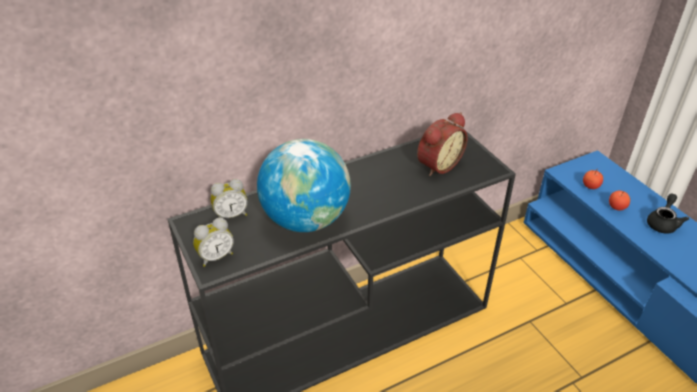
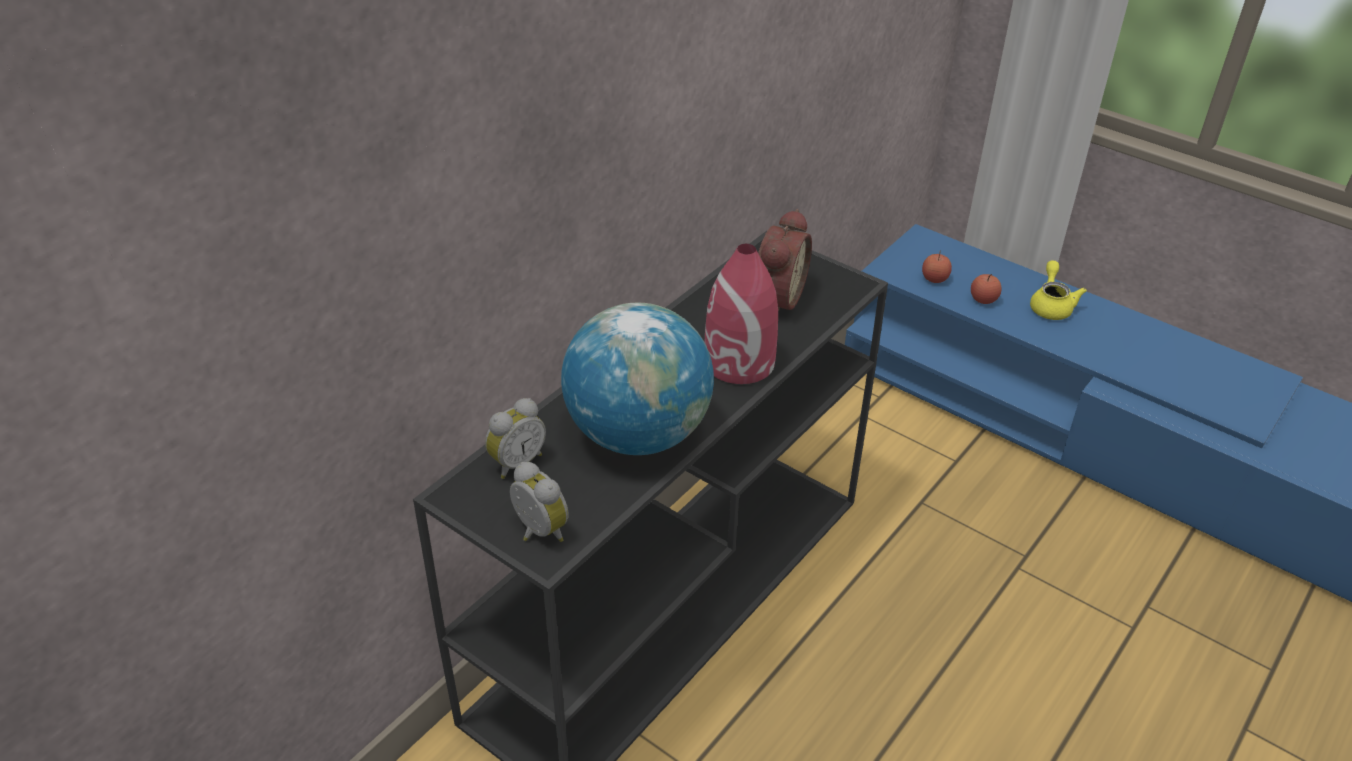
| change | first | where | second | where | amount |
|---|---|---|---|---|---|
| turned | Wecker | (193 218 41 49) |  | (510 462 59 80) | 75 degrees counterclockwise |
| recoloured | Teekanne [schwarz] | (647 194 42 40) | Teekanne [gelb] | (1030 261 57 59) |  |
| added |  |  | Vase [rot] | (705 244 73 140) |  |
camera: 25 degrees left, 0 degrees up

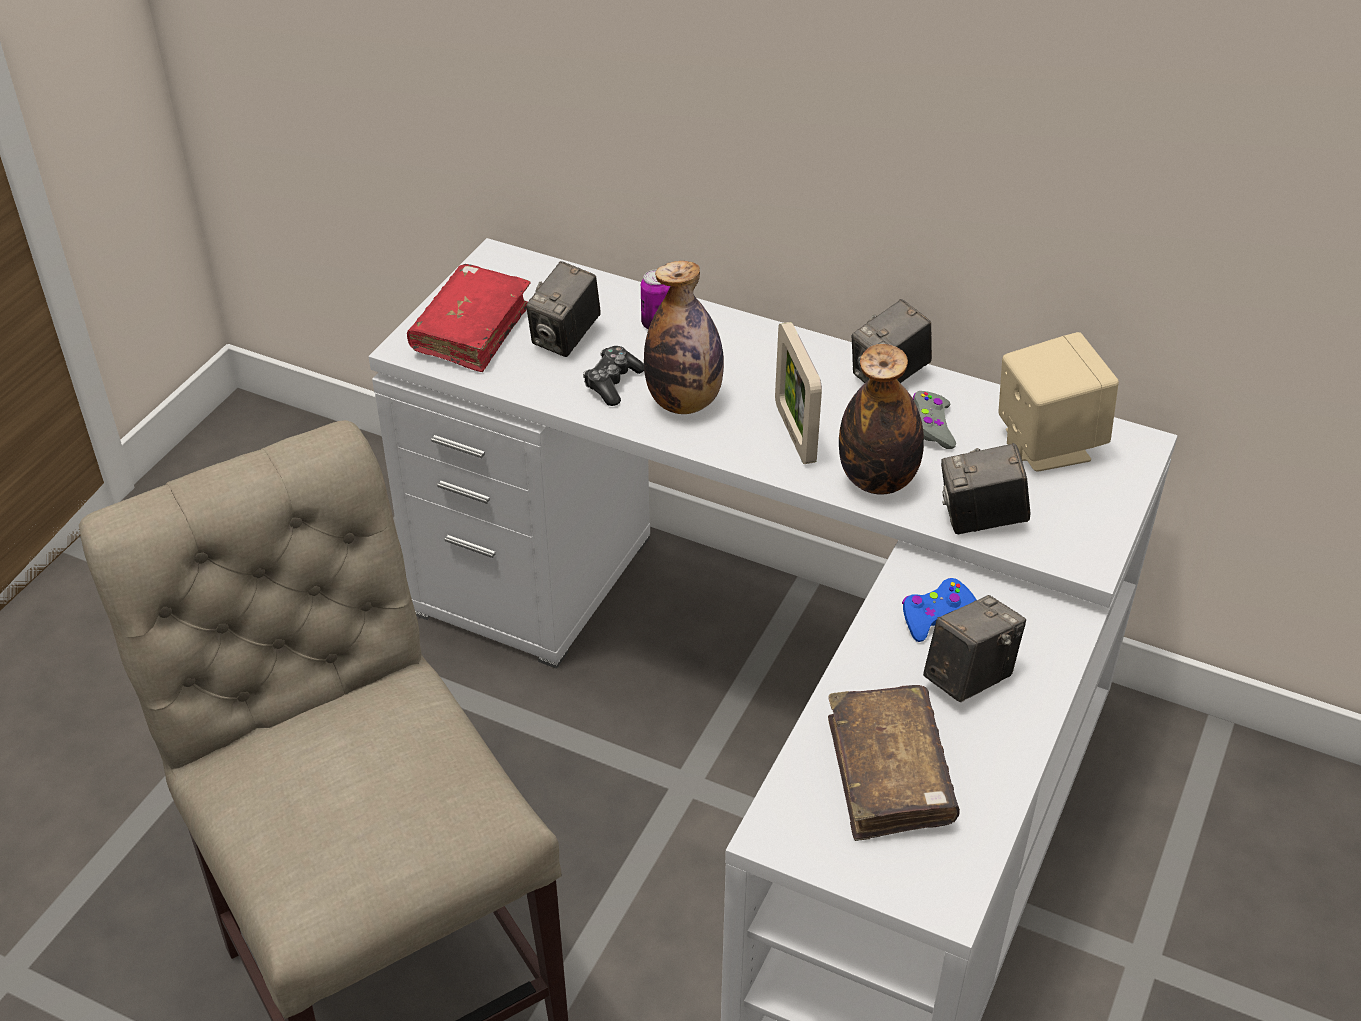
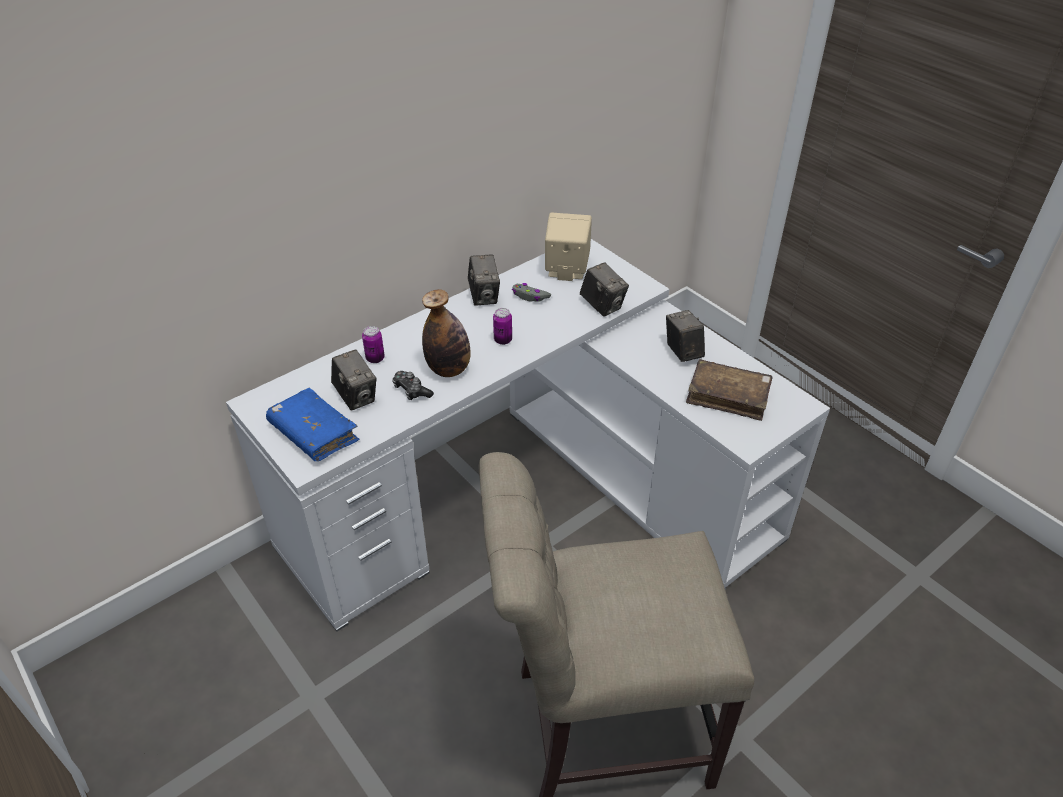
| change | first | where | second | where | amount |
|---|---|---|---|---|---|
| recoloured | Buch [rot] | (407 264 124 108) | Buch [blau] | (266 388 93 73) |  |
| replaced | Bilderrahmen | (775 322 47 142) | Dose | (493 308 19 37) |  |
| removed | Flasche | (839 344 85 151) |  |  |  |
| removed | Gamepad [blau] | (902 578 75 64) |  |  |  |
| turned | Kamera | (941 443 89 91) |  | (580 262 49 55) | 60 degrees counterclockwise |
camera: 65 degrees left, 0 degrees up

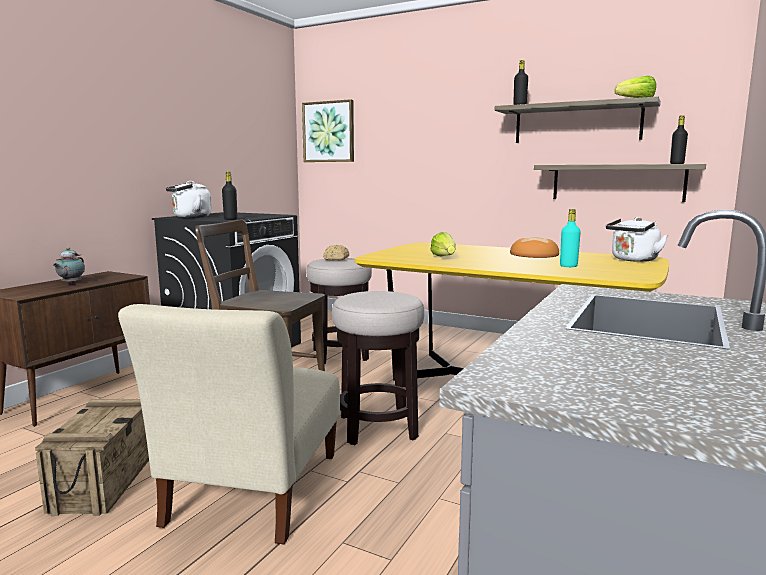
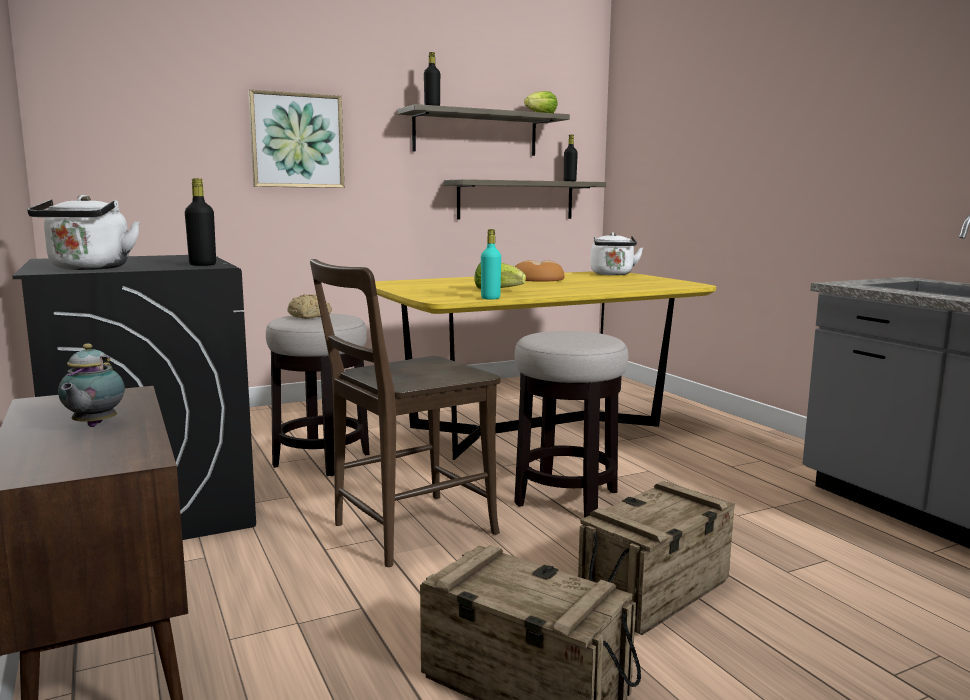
| change | first | where | second | where | amount |
|---|---|---|---|---|---|
| turned | Teekanne | (53 247 32 37) |  | (58 344 67 83) | 45 degrees clockwise |
| replaced | Stuhl [beige] | (118 304 222 241) | Kiste | (578 481 157 154) |  |
| moved | Bild | (302 99 52 63) |  | (248 90 96 98) |  |
| moved | Flasche [türkis] | (560 209 21 58) |  | (481 229 20 71) |  |
camera: 55 degrees left, 0 degrees up

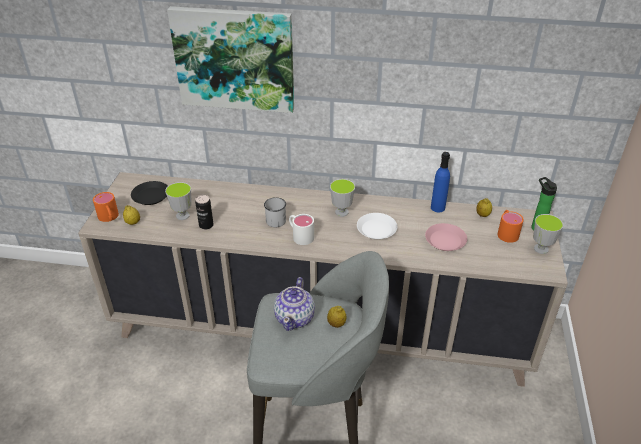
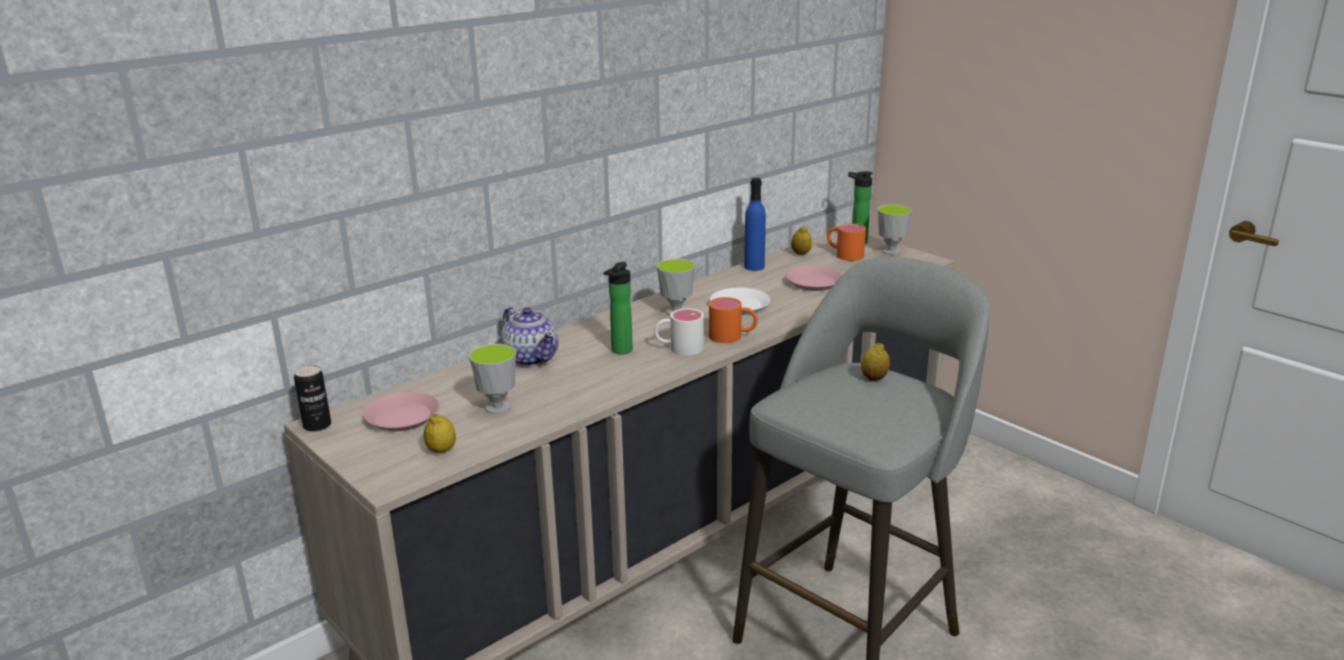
| change | first | where | second | where | amount |
|---|---|---|---|---|---|
| moved | Henkelbecher [orange] | (93 192 26 30) |  | (709 297 49 46) |  |
| recoloured | Teller [schwarz] | (131 181 37 24) | Teller [rosa] | (363 391 76 40) |  |
| removed | Bild | (167 6 127 107) |  |  |  |
| moved | Dose | (195 195 19 34) |  | (294 364 37 68) |  |
| replaced | Henkelbecher [weiß] | (264 197 22 30) | Flasche | (603 262 30 92) |  |
| moved | Teekanne | (274 277 41 54) |  | (501 307 58 60) |  |
camera: 50 degrees left, 15 degrees down

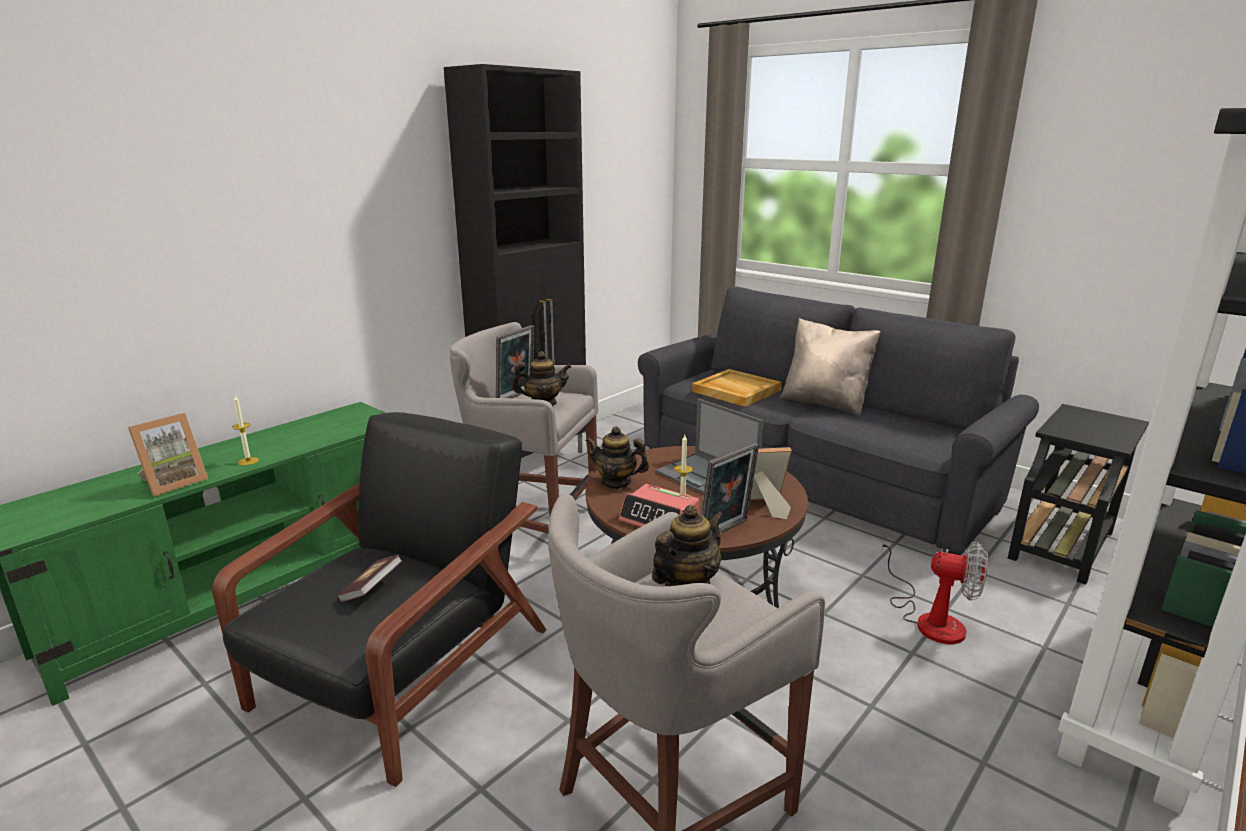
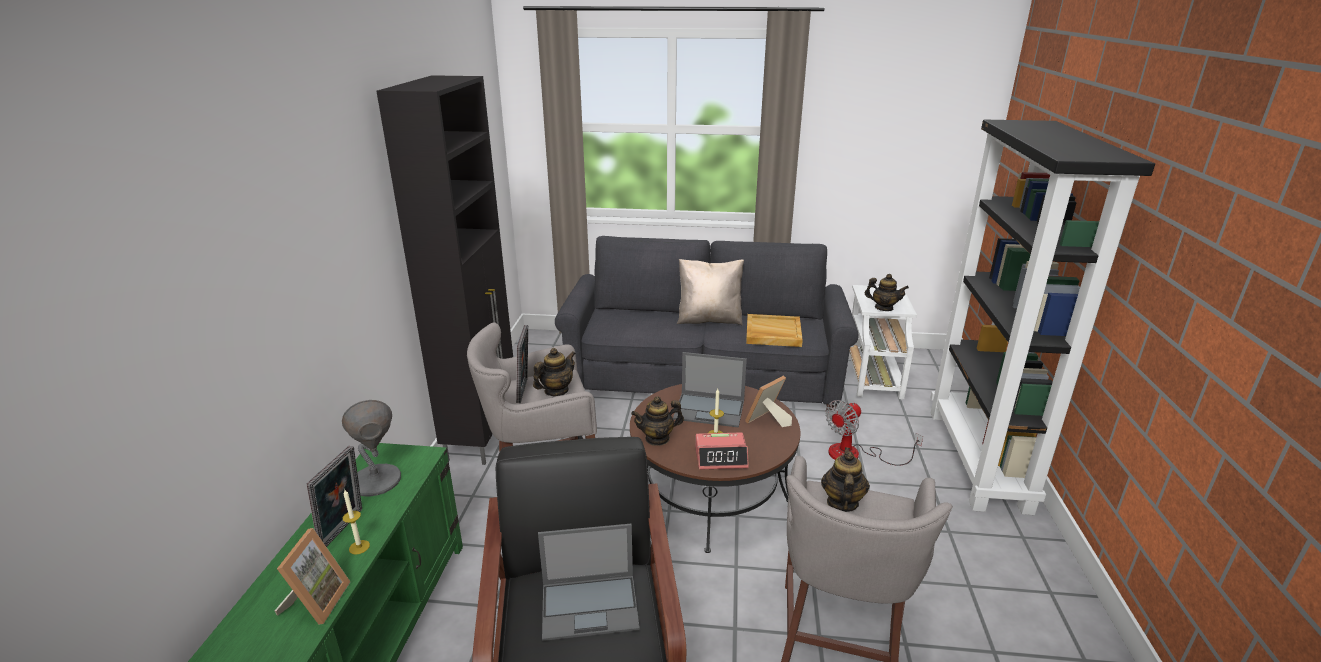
| change | first | where | second | where | amount |
|---|---|---|---|---|---|
| replaced | Buch | (337 555 66 47) | Laptop | (538 524 102 117) |  |
| moved | Tablett [beige] | (692 369 90 38) |  | (746 314 57 33) |  |
| moved | Bilderrahmen | (701 443 58 89) |  | (306 446 56 101) |  |
| turned | Ventilator | (881 538 107 106) |  | (825 400 98 66) | 150 degrees clockwise |
| recoloured | Beistelltisch [schwarz] | (1008 404 141 181) | Beistelltisch [weiß] | (848 285 69 114) |  |
| added |  |  | Tischlampe [grau] | (342 400 59 97) |  |
| added |  |  | Teekanne | (865 274 44 37) |  |
camera: 35 degrees left, 5 degrees up

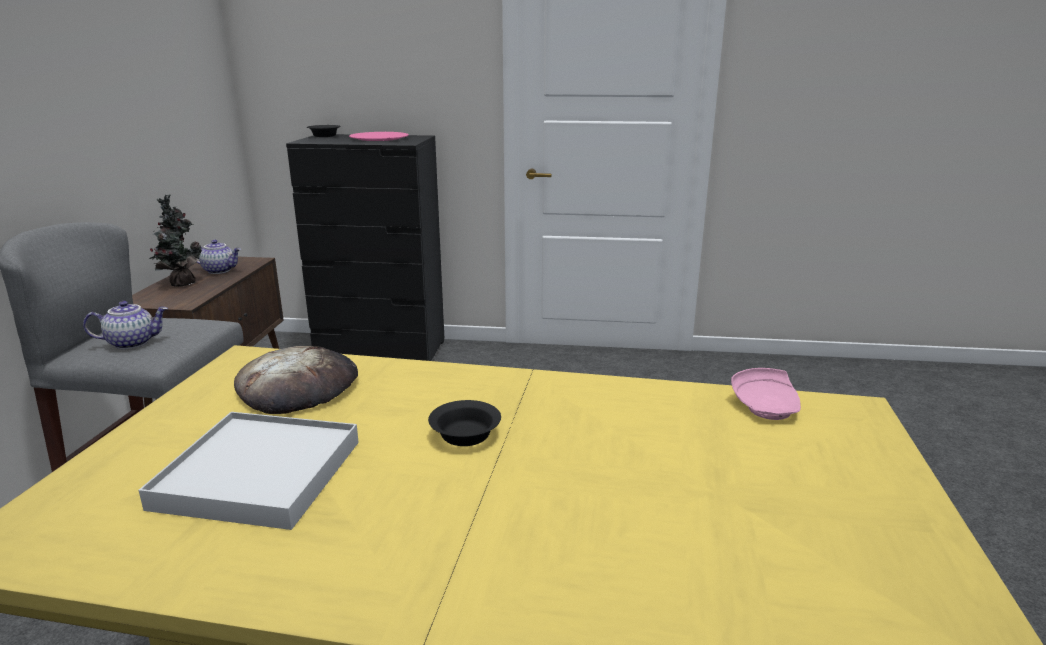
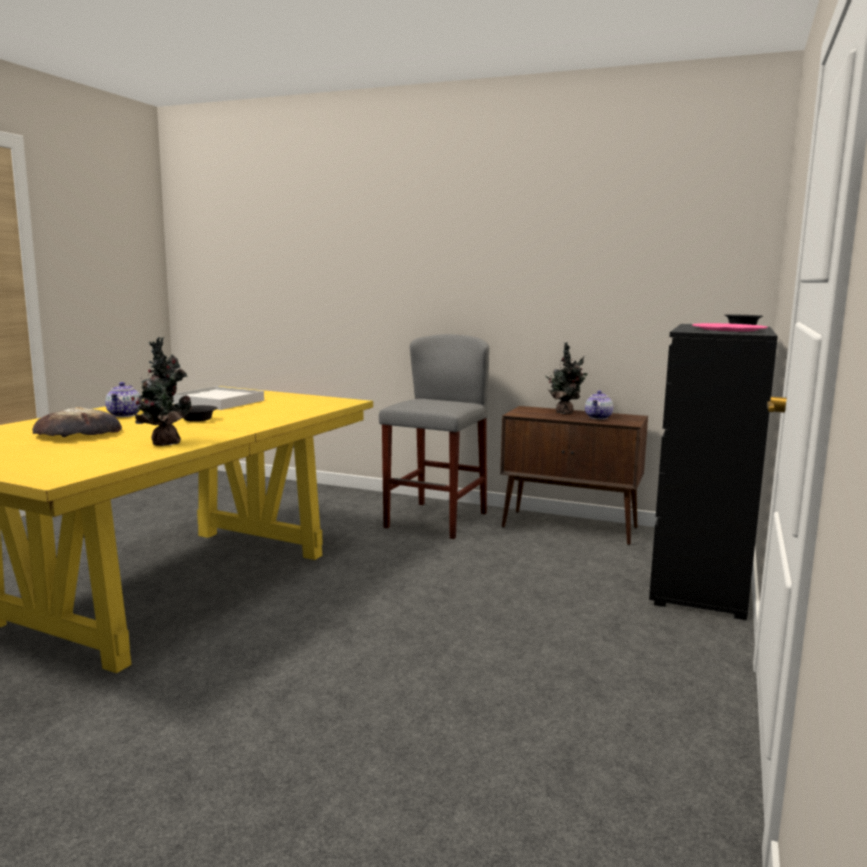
| change | first | where | second | where | amount |
|---|---|---|---|---|---|
| moved | Teekanne | (83 301 85 48) |  | (105 382 37 35) |  |
| moved | Brot | (234 346 124 68) |  | (33 407 89 30) |  |
| removed | Teller [rosa] | (731 368 70 52) |  |  |  |
| added |  |  | Topfpflanze | (131 337 62 109) |  |
camera: 105 degrees right, 10 degrees down

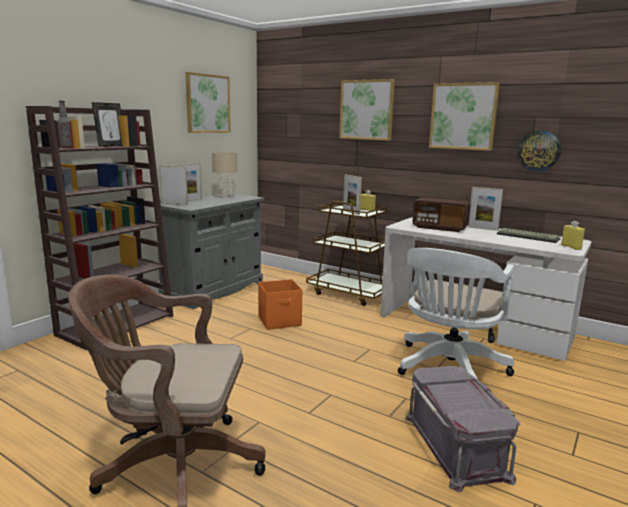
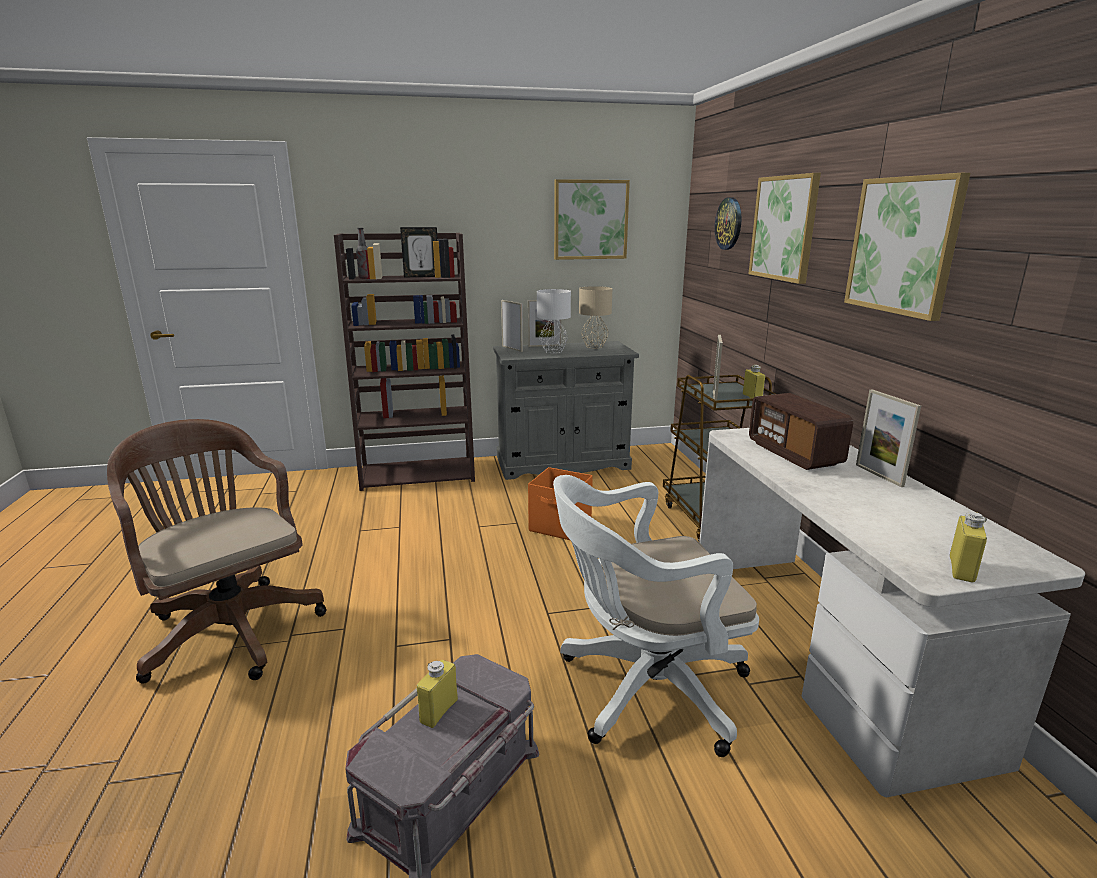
| change | first | where | second | where | amount |
|---|---|---|---|---|---|
| removed | Tastatur | (497 228 63 15) |  |  |  |
| moved | Wanduhr | (517 130 44 42) |  | (715 197 27 53) |  |
| added |  |  | Flasche [gelb] | (417 660 41 68) |  |
| added |  |  | Tischlampe [weiß] | (537 289 34 64) |  |
camera: 45 degrees right, 5 degrees up

